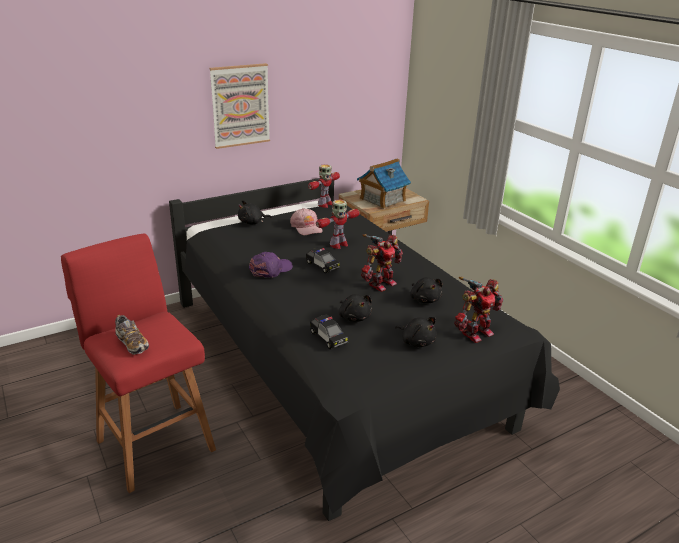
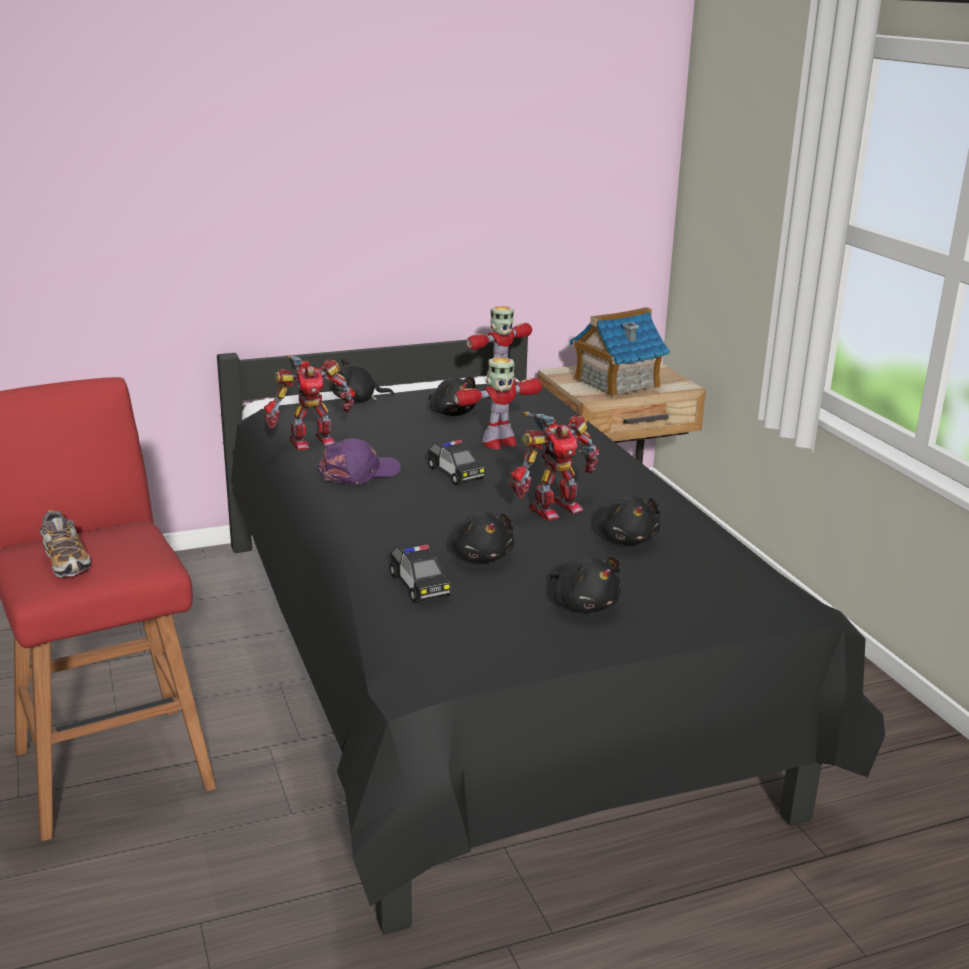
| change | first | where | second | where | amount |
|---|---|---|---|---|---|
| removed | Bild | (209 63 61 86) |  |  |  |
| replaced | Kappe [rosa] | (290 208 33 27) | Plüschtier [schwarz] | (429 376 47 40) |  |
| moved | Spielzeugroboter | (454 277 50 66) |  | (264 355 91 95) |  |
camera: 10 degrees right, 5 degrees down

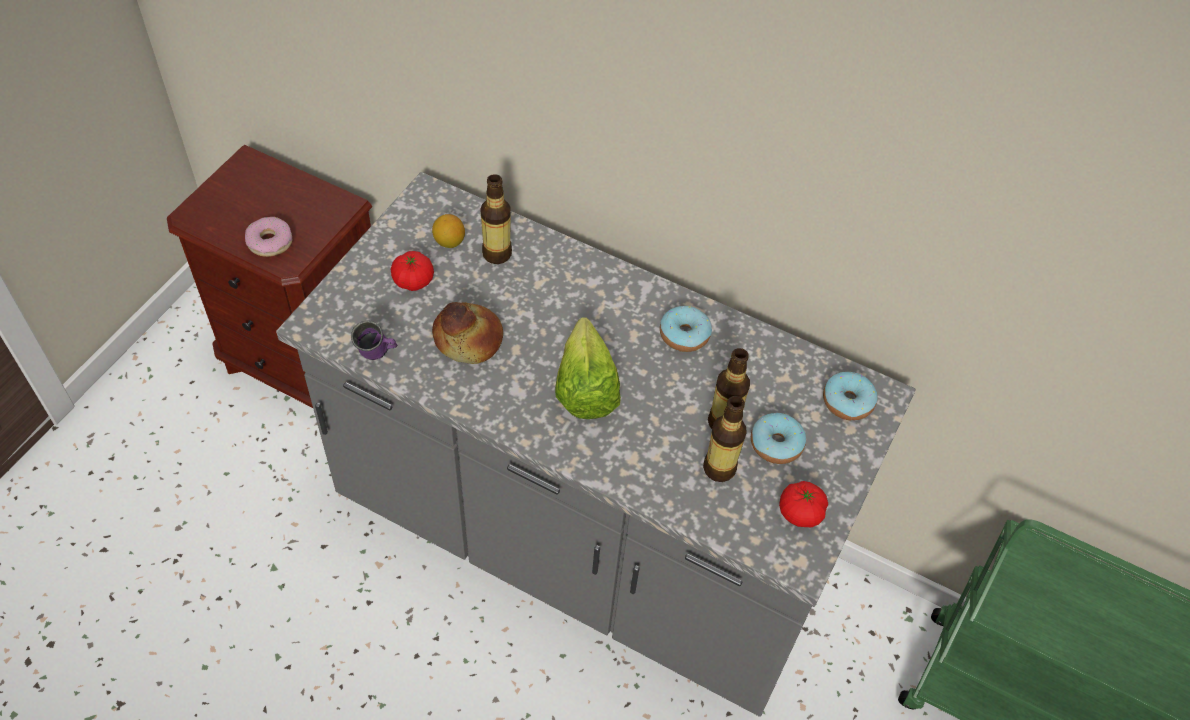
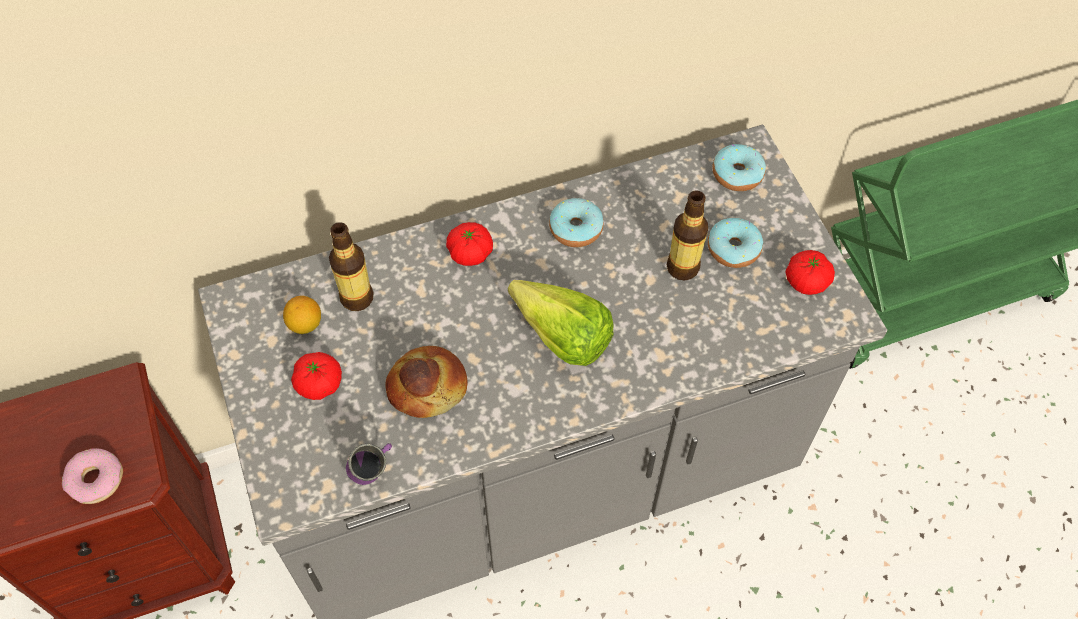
| change | first | where | second | where | amount |
|---|---|---|---|---|---|
| removed | Flasche | (703 396 44 86) |  |  |  |
| added |  |  | Tomate | (446 222 47 44) |  |
camera: 45 degrees left, 5 degrees up

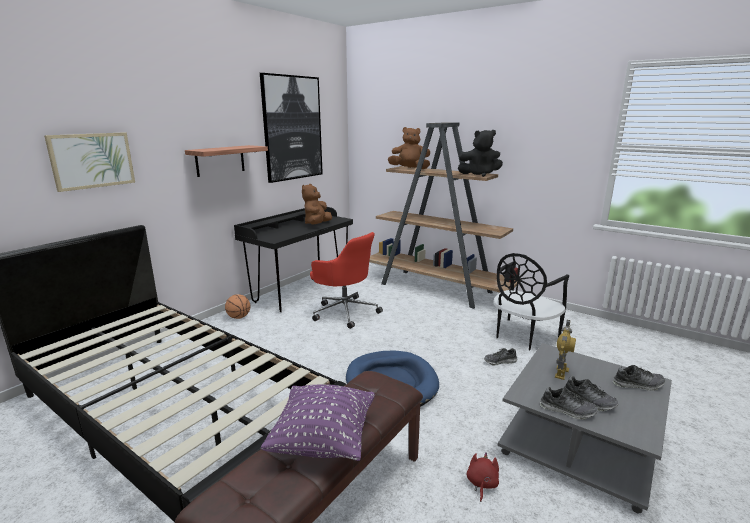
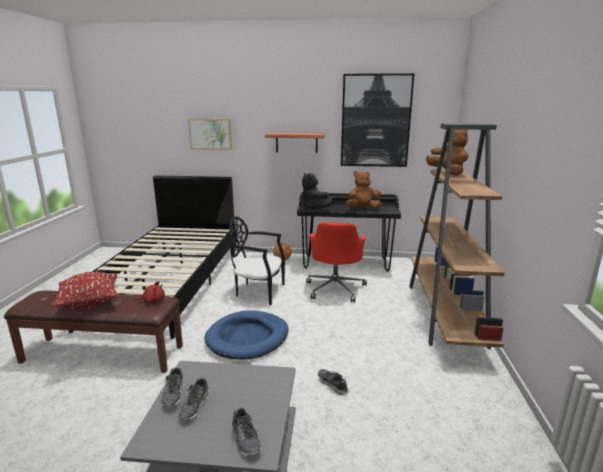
| change | first | where | second | where | amount |
|---|---|---|---|---|---|
| recoloured | Kissen [lila] | (260 385 115 76) | Kissen [rot] | (51 272 67 37) |  |
| moved | Plüschtier [schwarz] | (458 130 45 47) |  | (302 173 30 37) |  |
| moved | Plüschtier [rot] | (467 452 32 50) |  | (134 281 31 23) |  |
| moved | Stuhl [schwarz] | (493 253 76 97) |  | (230 216 55 89) |  |
| removed | Spielzeugroboter | (555 320 21 60) |  |  |  |
camera: 60 degrees right, 0 degrees up

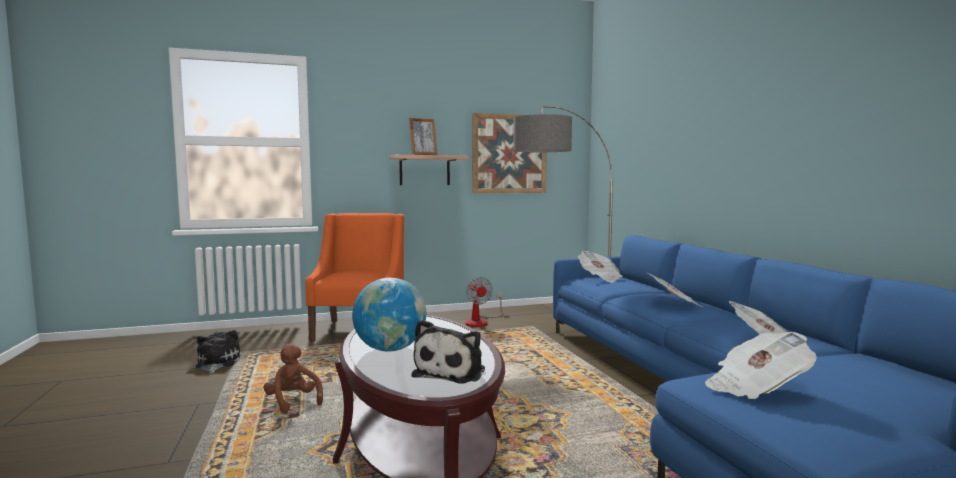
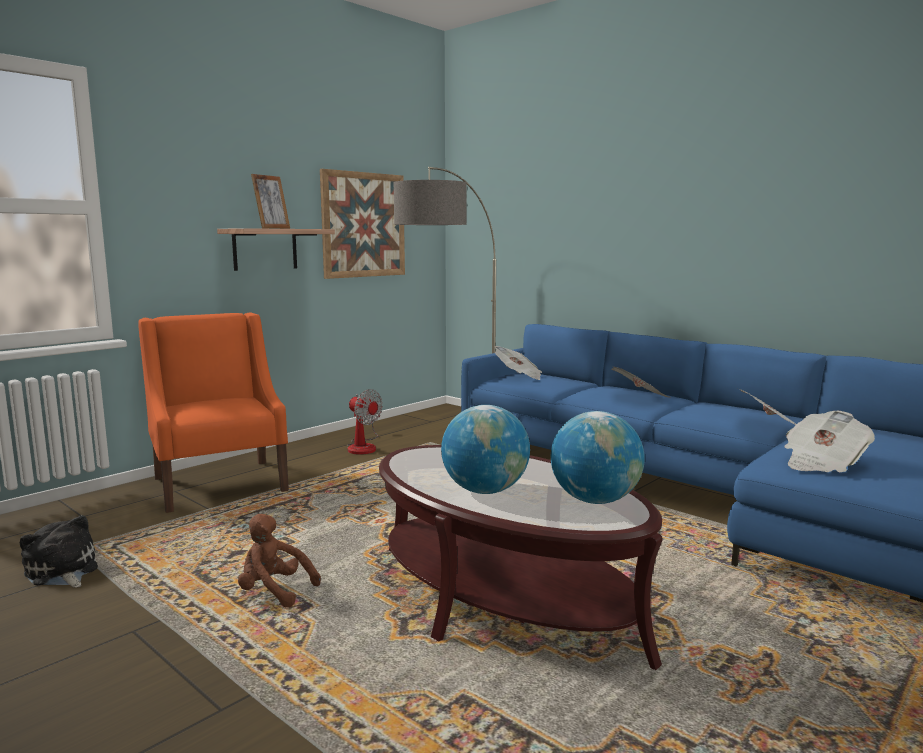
| change | first | where | second | where | amount |
|---|---|---|---|---|---|
| replaced | Plüschtier | (412 319 73 65) | Globus | (551 411 94 93) |  |
camera: 30 degrees left, 5 degrees up

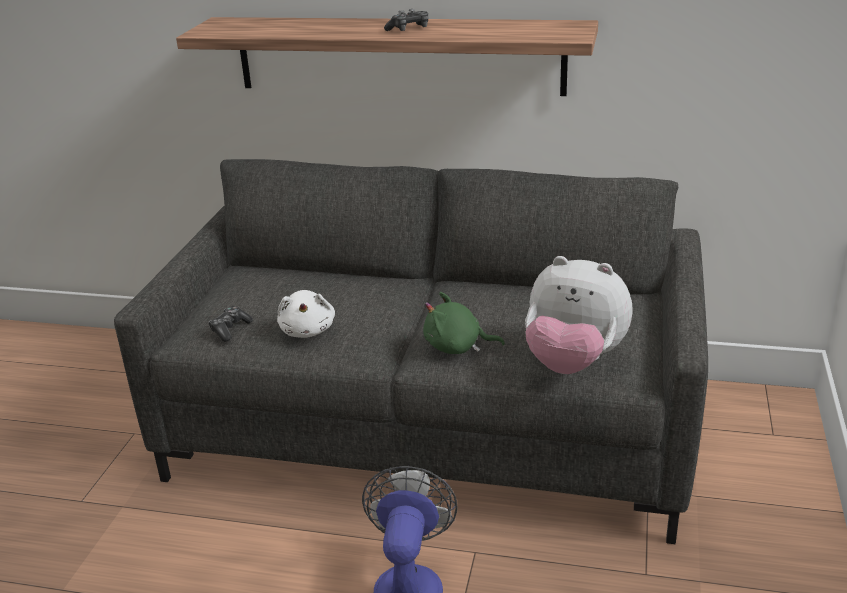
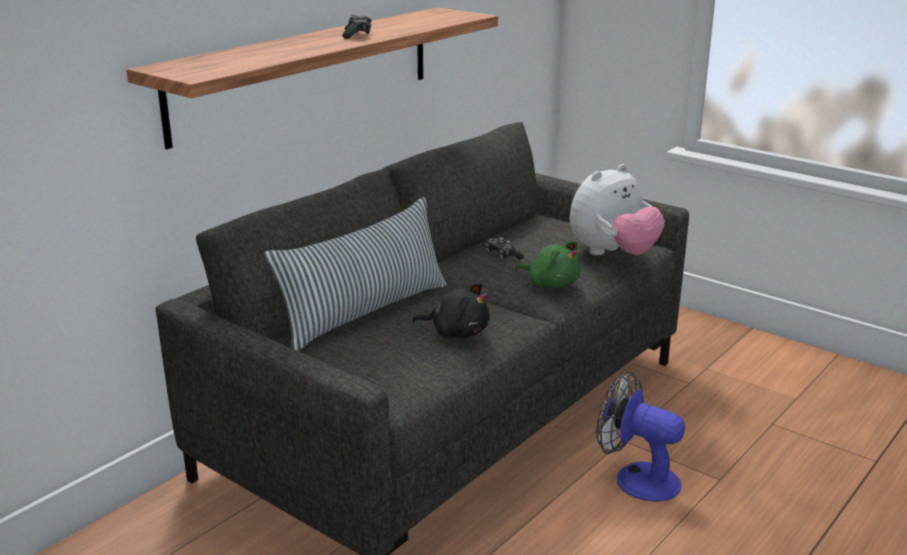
| change | first | where | second | where | amount |
|---|---|---|---|---|---|
| moved | Gamepad | (208 306 45 36) |  | (485 237 39 23) |  |
| recoloured | Plüschtier [weiß] | (277 290 58 48) | Plüschtier [schwarz] | (412 283 78 55) |  |
| turned | Plüschtier [grün] | (423 292 82 62) |  | (515 241 66 47) | 90 degrees counterclockwise |
| added |  |  | Kissen | (264 197 182 154) |  |
camera: 65 degrees left, 5 degrees down

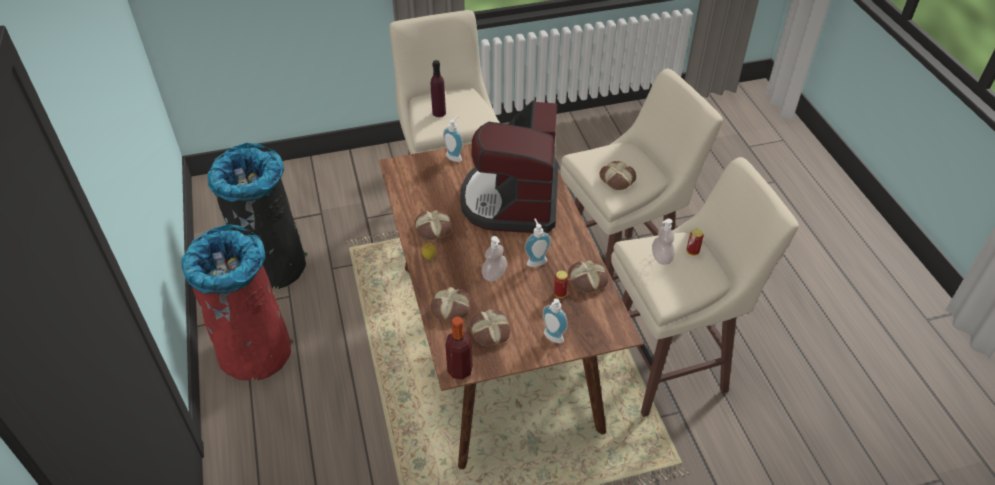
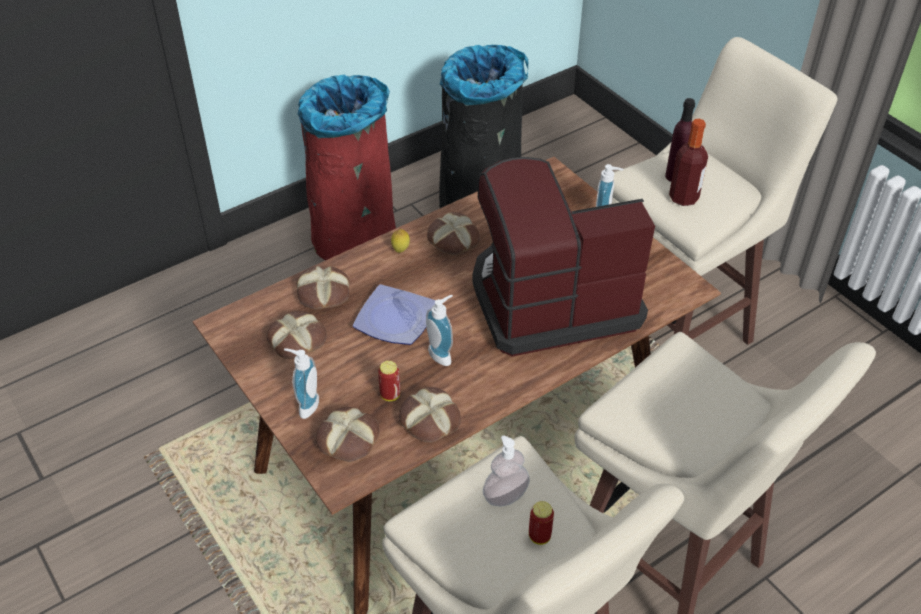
| change | first | where | second | where | amount |
|---|---|---|---|---|---|
| moved | Flasche | (445 316 28 64) |  | (669 119 39 87) |  |
| replaced | Seifenspender | (482 236 25 45) | Teller | (353 284 83 61) |  |
| moved | Brot | (599 161 37 29) |  | (315 407 64 55) |  |
camera: 70 degrees right, 0 degrees up

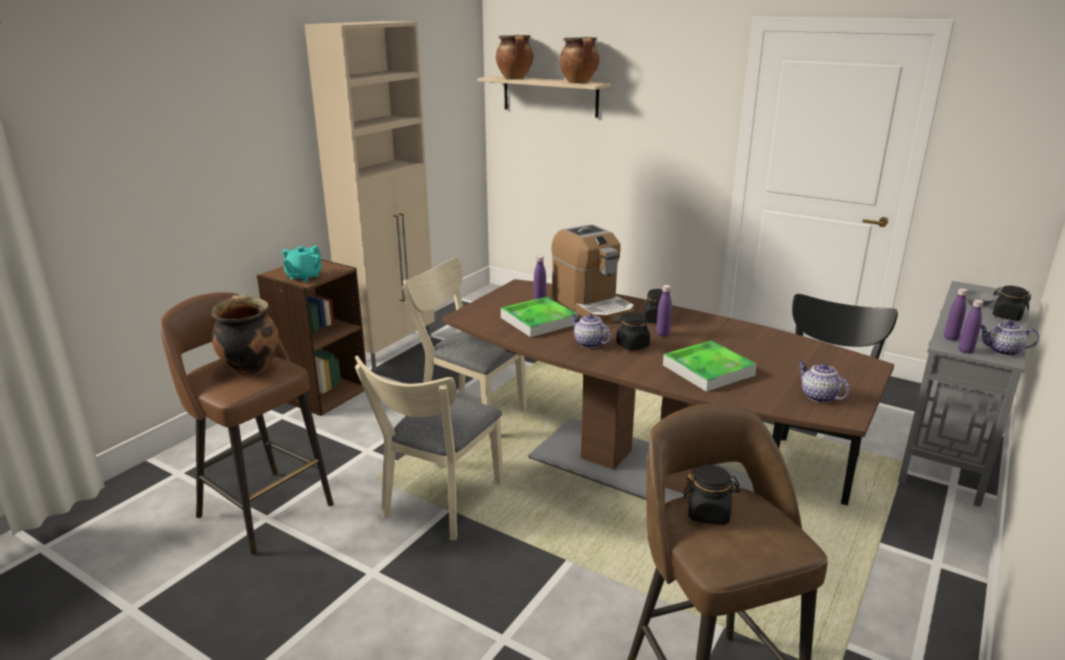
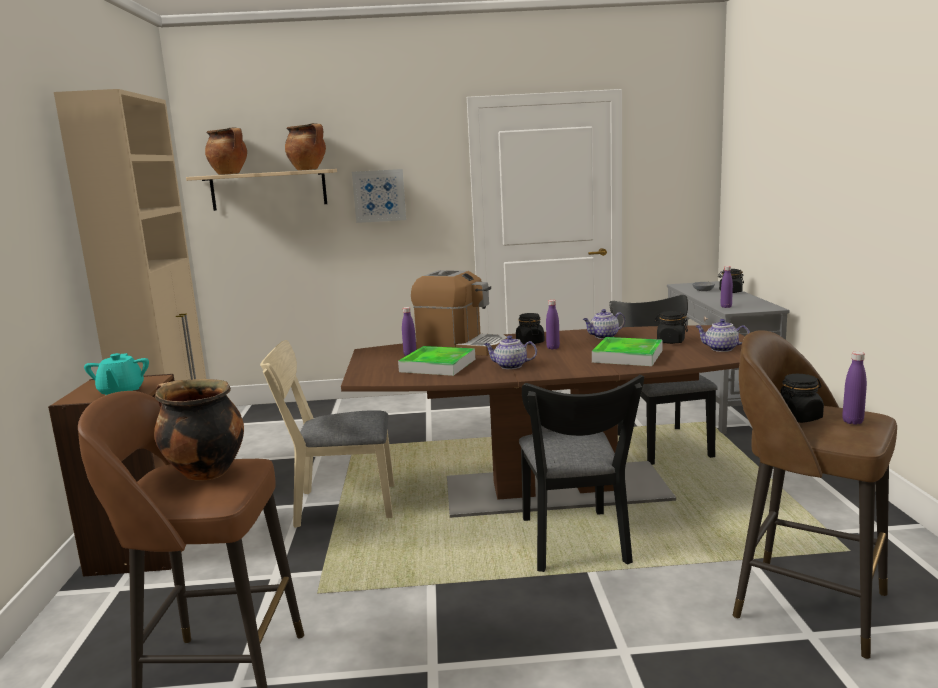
| change | first | where | second | where | amount |
|---|---|---|---|---|---|
| removed | Stuhl [beige] | (355 355 148 185) |  |  |  |
| moved | Vorratsglas [schwarz] | (616 312 34 39) |  | (654 311 34 33) |  |
| moved | Flasche [lila] | (958 300 26 54) |  | (842 351 25 74) |  |
| moved | Teekanne | (981 321 58 35) |  | (583 309 42 30) |  |
| added |  |  | Bild | (352 169 54 54) |  |
| added |  |  | Stuhl [schwarz] | (519 375 125 197) |  |
camera: 35 degrees left, 10 degrees down

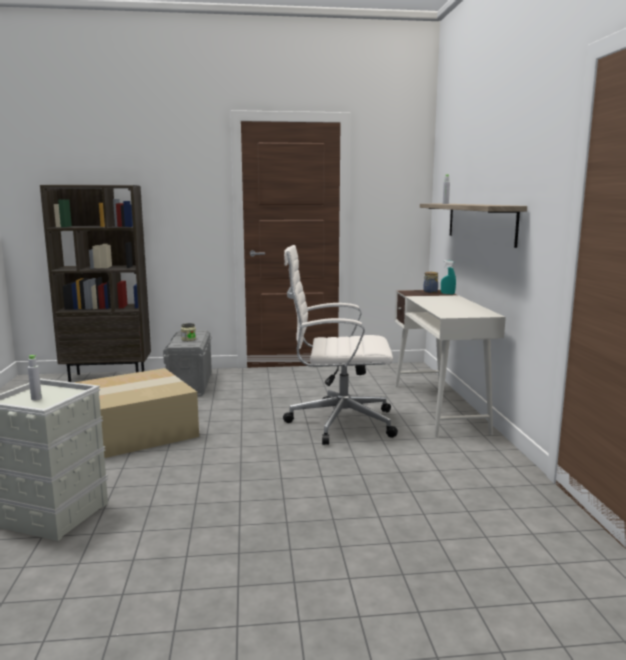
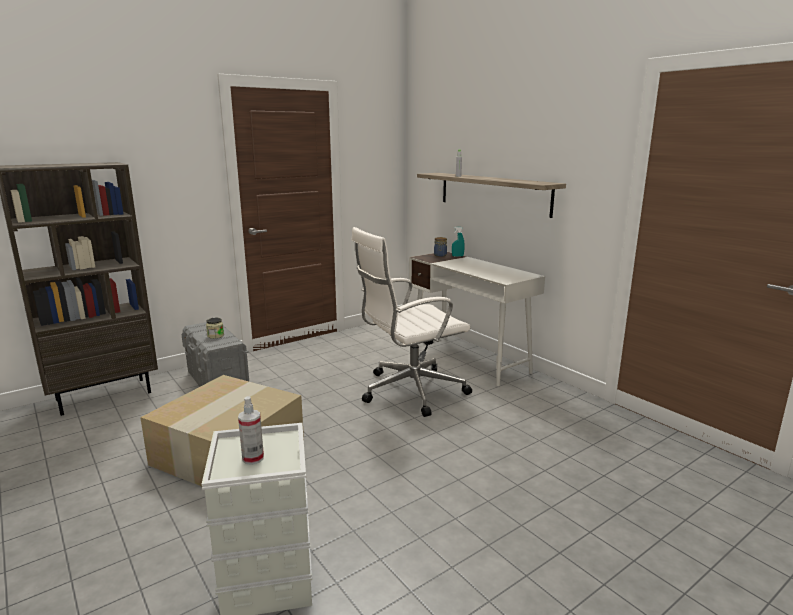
| change | first | where | second | where | amount |
|---|---|---|---|---|---|
| replaced | Flasche [grau] | (28 355 14 45) | Sprühflasche | (238 396 26 69) |  |
camera: 30 degrees left, 5 degrees up

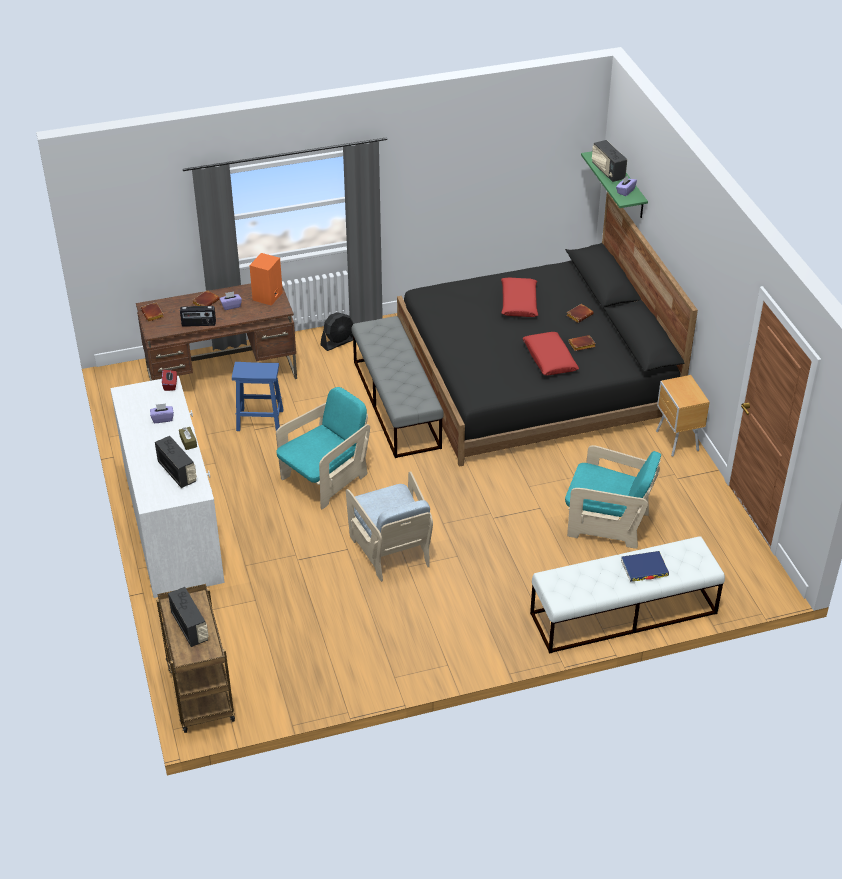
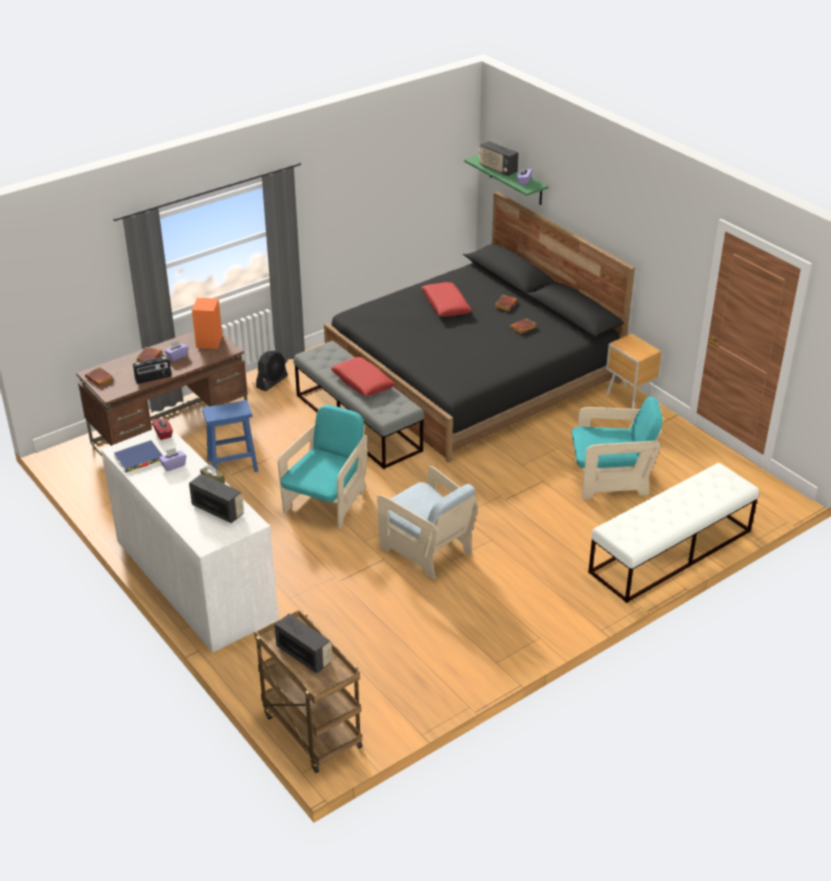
| change | first | where | second | where | amount |
|---|---|---|---|---|---|
| moved | Kissen [rot] | (522 332 57 43) |  | (331 357 64 39) |  |
| moved | Buch [blau] | (621 551 48 31) |  | (114 440 49 32) |  |
camera: 20 degrees left, 5 degrees down

